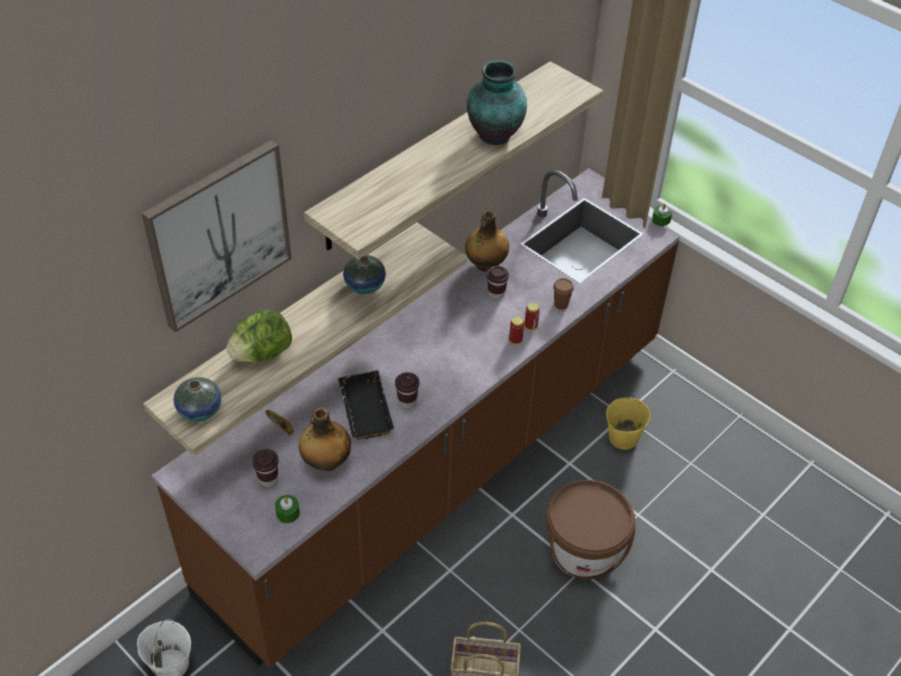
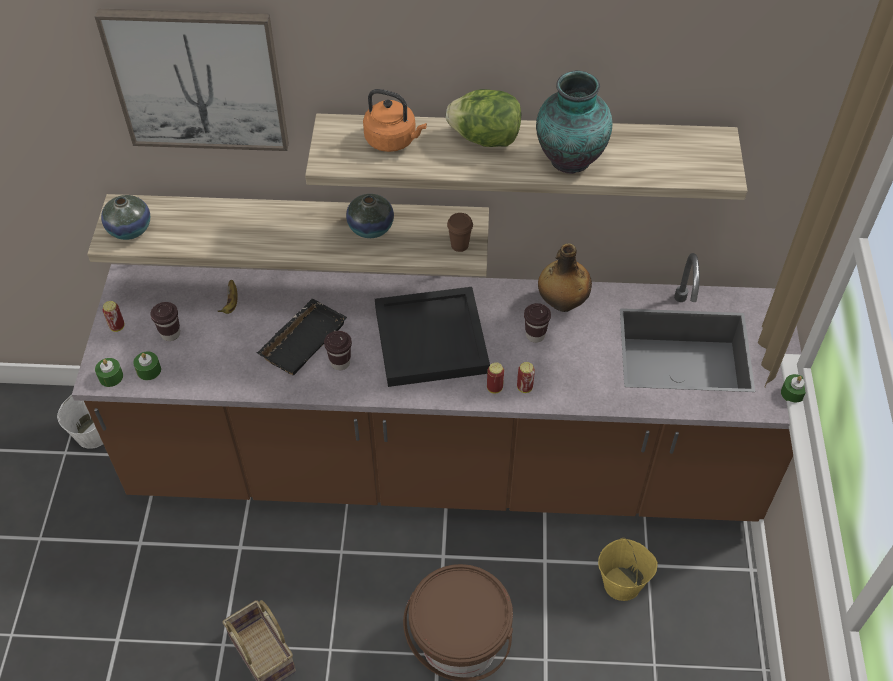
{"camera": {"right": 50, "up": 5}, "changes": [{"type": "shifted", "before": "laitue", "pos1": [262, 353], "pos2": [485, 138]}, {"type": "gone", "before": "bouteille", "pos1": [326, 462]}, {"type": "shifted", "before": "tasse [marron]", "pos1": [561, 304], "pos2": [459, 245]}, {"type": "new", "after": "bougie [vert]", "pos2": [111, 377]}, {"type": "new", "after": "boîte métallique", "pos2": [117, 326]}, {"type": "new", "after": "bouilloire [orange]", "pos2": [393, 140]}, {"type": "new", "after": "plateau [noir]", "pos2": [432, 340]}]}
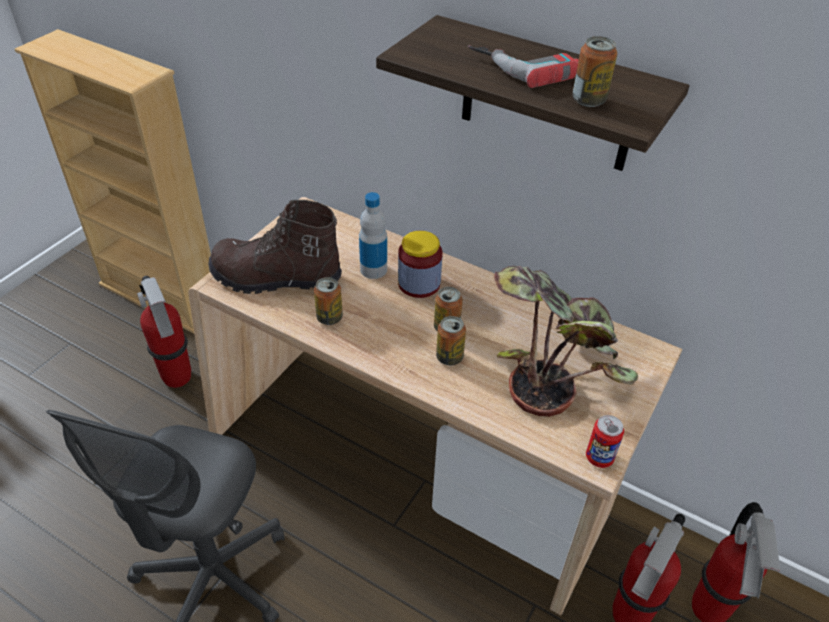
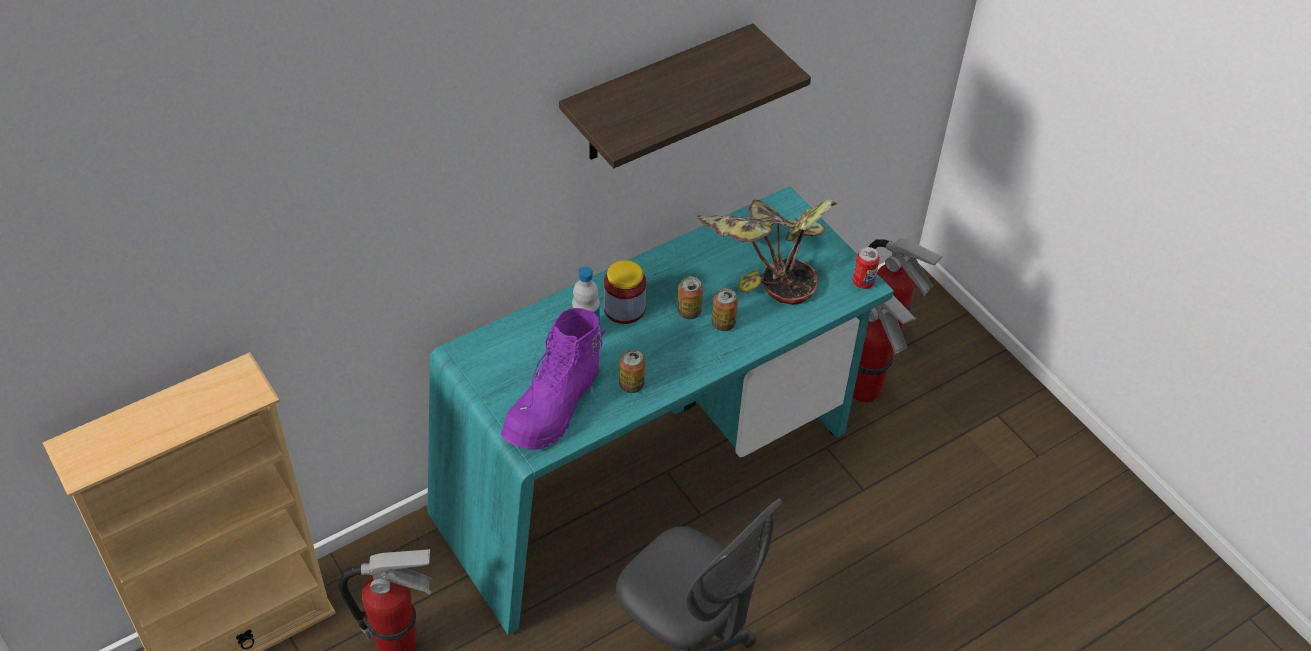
{"camera": {"right": -65, "up": 5}, "changes": [{"type": "repainted", "before": "bureau [beige]", "after": "bureau [turquoise]", "pos1": [409, 470], "pos2": [648, 479]}, {"type": "repainted", "before": "botte [marron]", "after": "botte [violet]", "pos1": [275, 278], "pos2": [554, 407]}, {"type": "gone", "before": "perceuse", "pos1": [530, 65]}, {"type": "gone", "before": "boîte métallique", "pos1": [588, 100]}]}
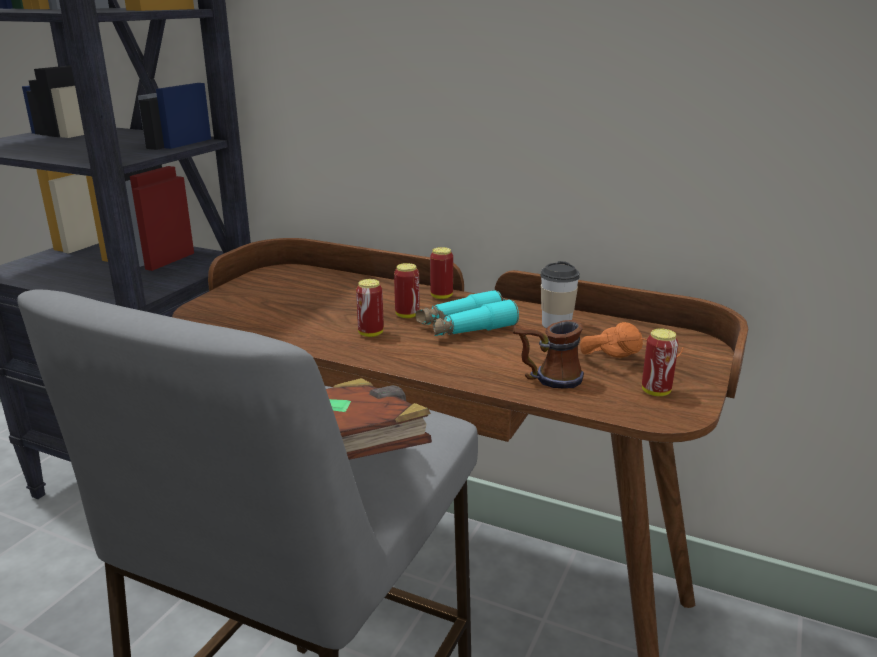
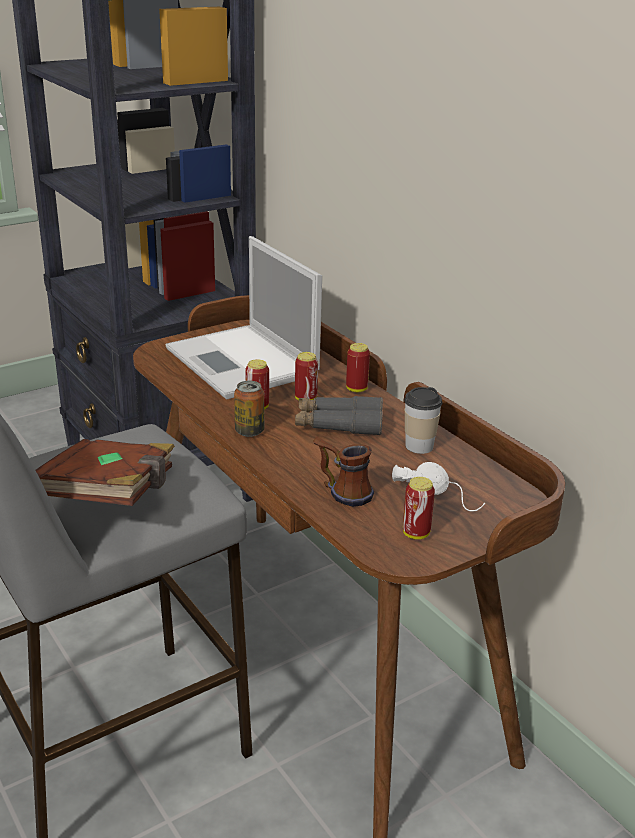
{"camera": {"right": 30, "up": 5}, "changes": [{"type": "repainted", "before": "jumelles [turquoise]", "after": "jumelles [gris]", "pos1": [465, 327], "pos2": [338, 424]}, {"type": "repainted", "before": "casque audio [orange]", "after": "casque audio [blanc]", "pos1": [627, 357], "pos2": [437, 496]}, {"type": "new", "after": "ordinateur portable", "pos2": [243, 363]}, {"type": "new", "after": "boîte métallique", "pos2": [249, 431]}]}
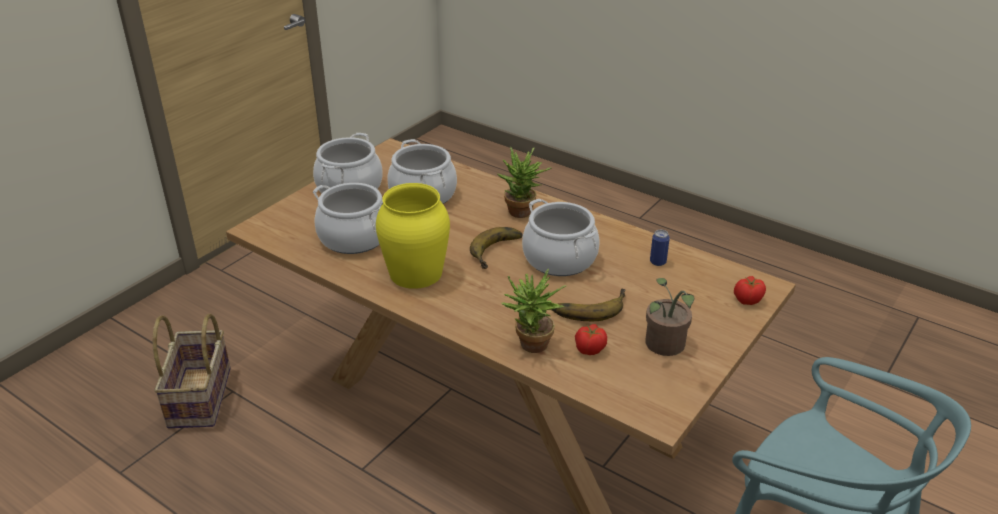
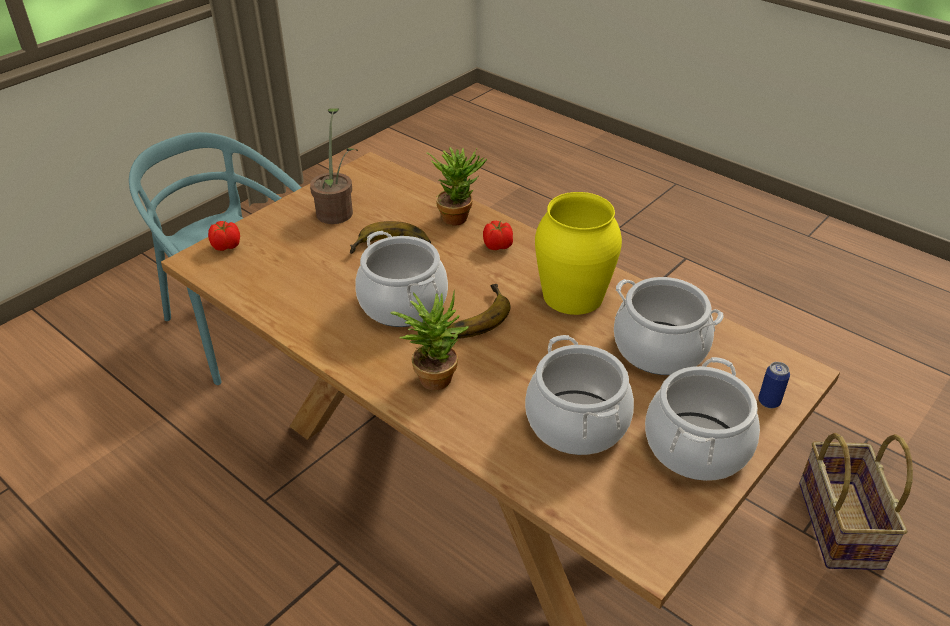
{"camera": {"right": -175, "up": 5}, "changes": [{"type": "shifted", "before": "tomate", "pos1": [589, 349], "pos2": [498, 246]}, {"type": "shifted", "before": "boîte métallique", "pos1": [658, 262], "pos2": [769, 401]}]}
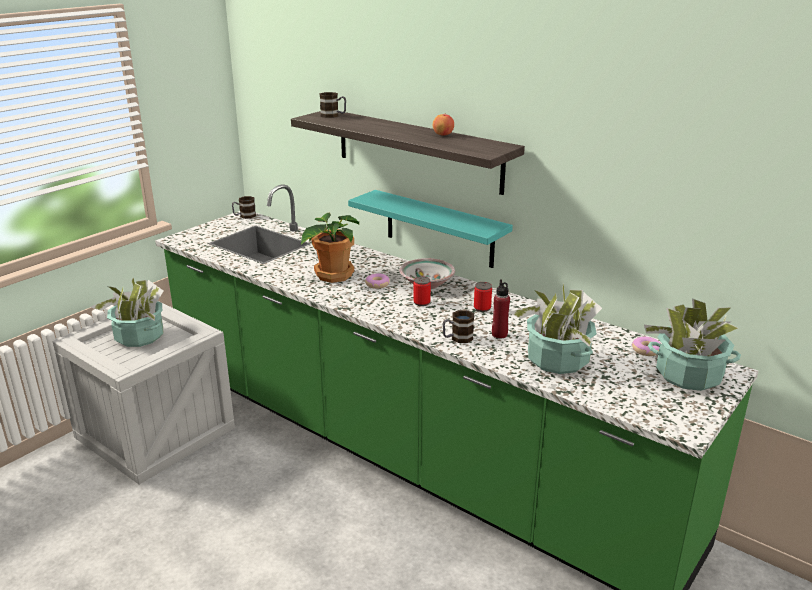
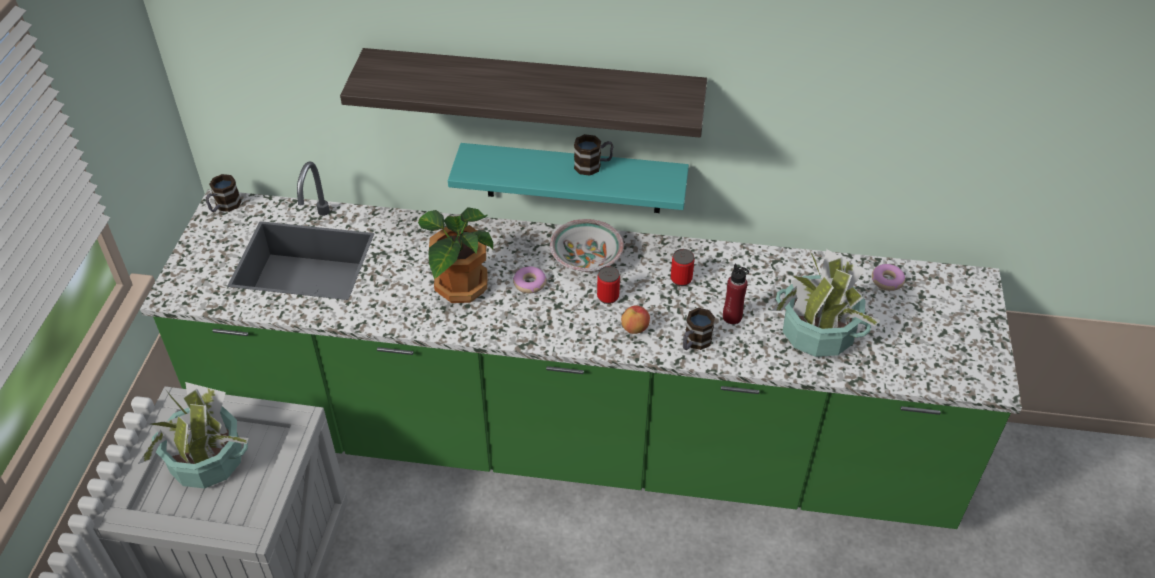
{"camera": {"right": -30, "up": 20}, "changes": [{"type": "shifted", "before": "mug", "pos1": [333, 116], "pos2": [593, 166]}, {"type": "shifted", "before": "pomme", "pos1": [443, 134], "pos2": [635, 328]}, {"type": "gone", "before": "plante en pot", "pos1": [688, 375]}]}
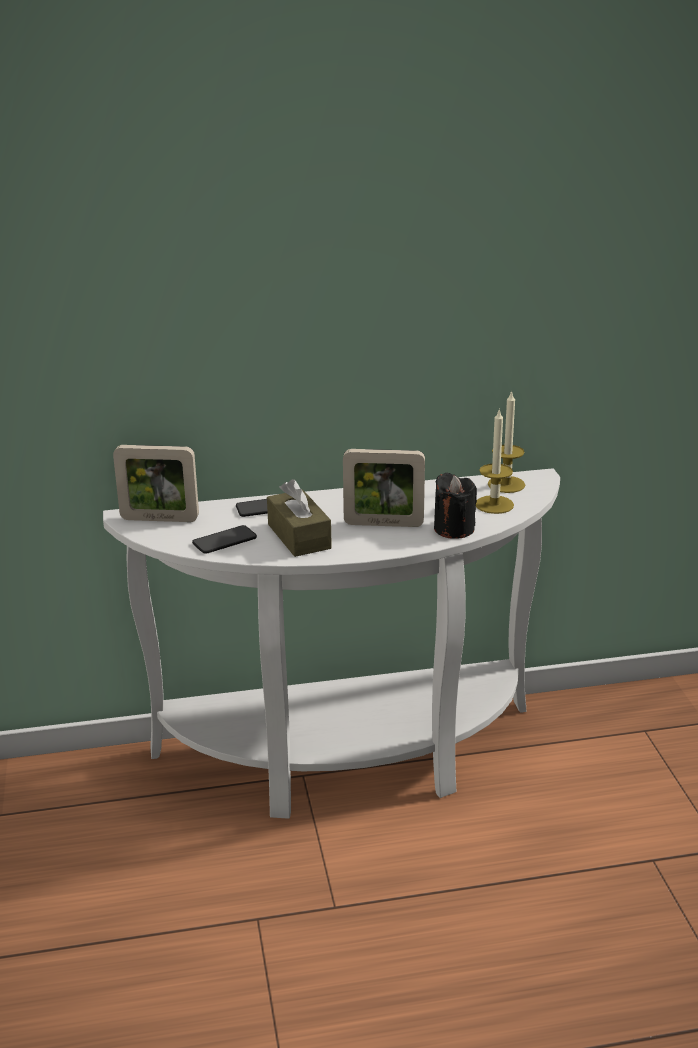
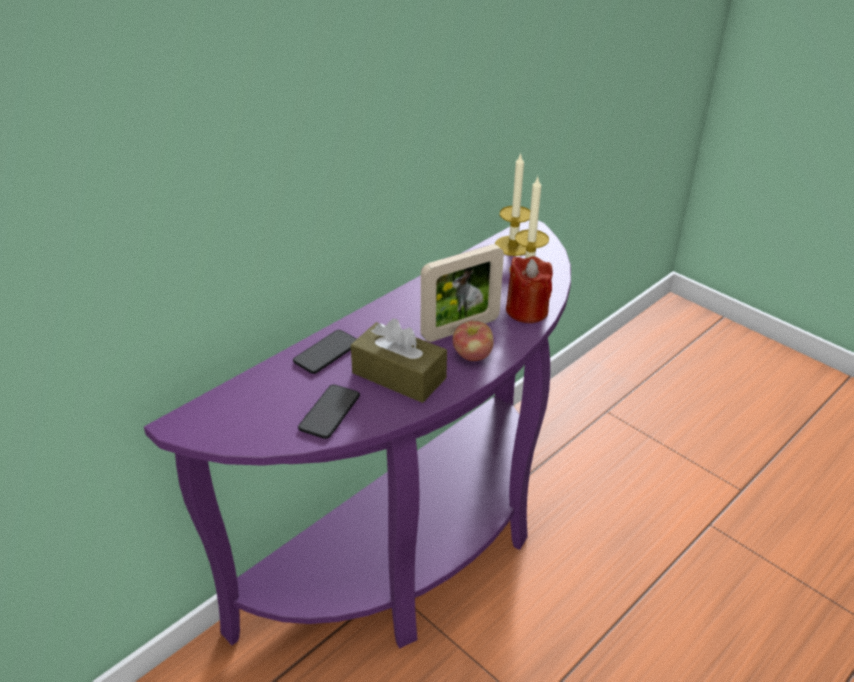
{"camera": {"right": -35, "up": 10}, "changes": [{"type": "repainted", "before": "table console [blanc]", "after": "table console [violet]", "pos1": [349, 760], "pos2": [416, 549]}, {"type": "gone", "before": "cadre photo", "pos1": [159, 519]}, {"type": "repainted", "before": "bougie [noir]", "after": "bougie [rouge]", "pos1": [454, 529], "pos2": [527, 310]}, {"type": "new", "after": "pomme", "pos2": [472, 356]}]}
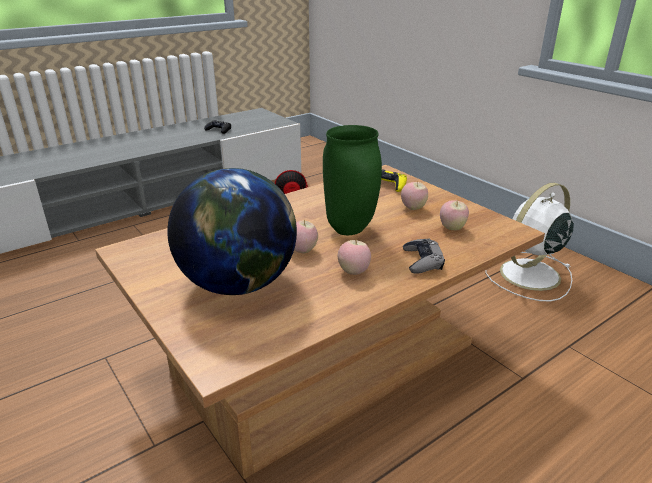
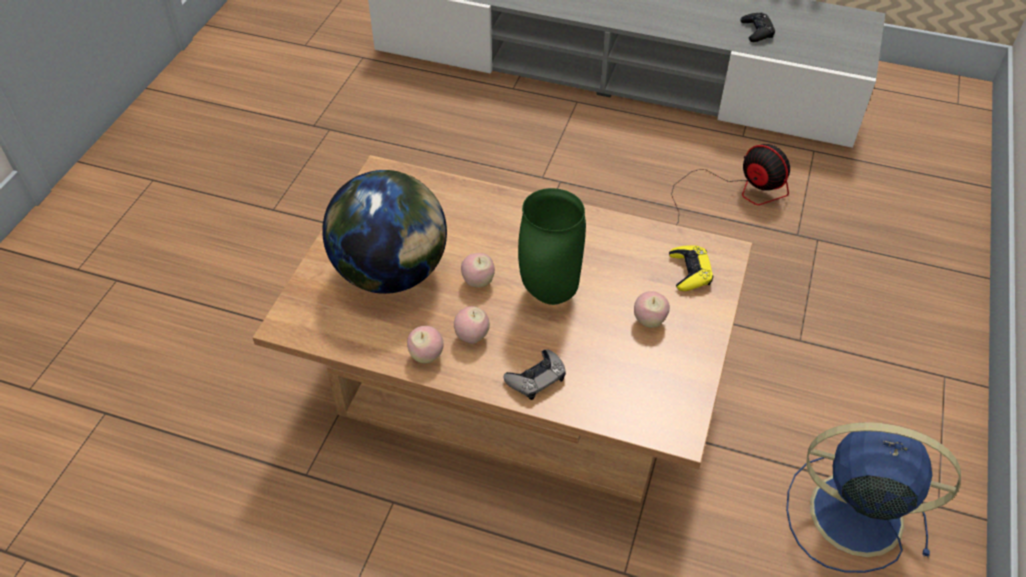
{"camera": {"right": 55, "up": 20}, "changes": [{"type": "shifted", "before": "pomme", "pos1": [452, 228], "pos2": [426, 356]}, {"type": "repainted", "before": "ventilateur [blanc]", "after": "ventilateur [bleu]", "pos1": [528, 275], "pos2": [851, 513]}]}
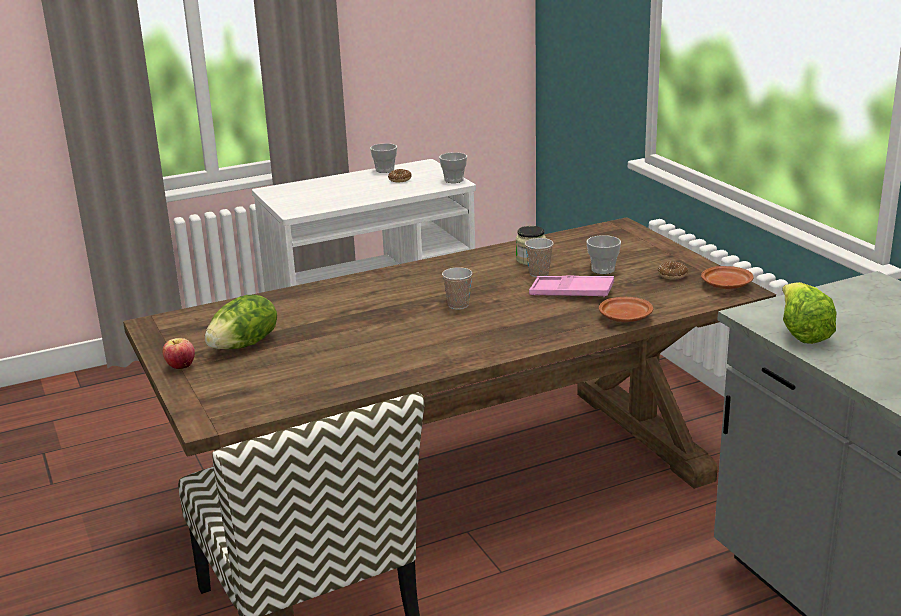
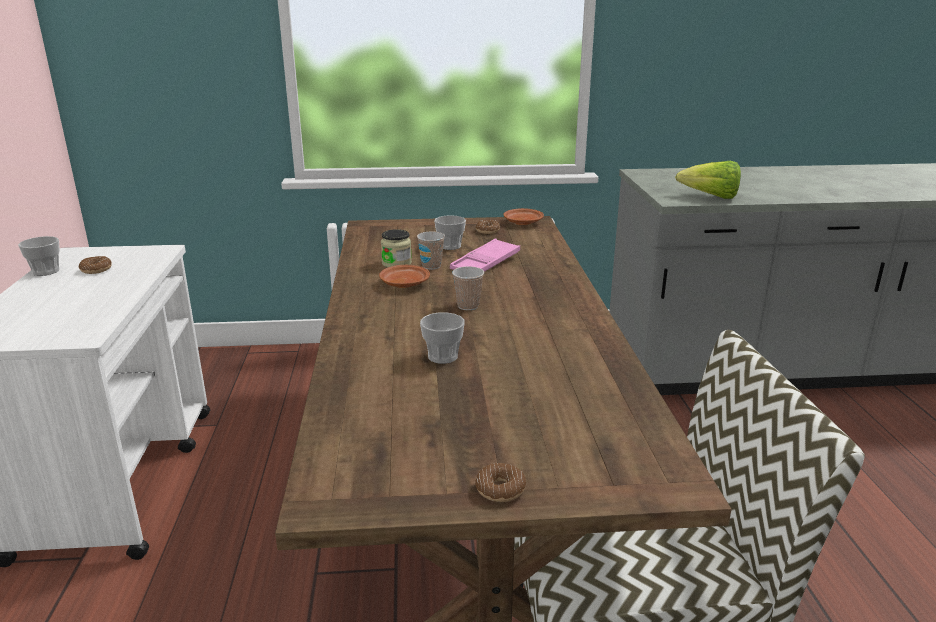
{"camera": {"right": -70, "up": 0}, "changes": [{"type": "swapped", "before": "pomme", "after": "beignet", "pos1": [180, 367], "pos2": [500, 489]}, {"type": "gone", "before": "laitue", "pos1": [245, 345]}, {"type": "shifted", "before": "tasse", "pos1": [454, 180], "pos2": [442, 356]}, {"type": "shifted", "before": "assiette [marron]", "pos1": [625, 318], "pos2": [404, 284]}]}
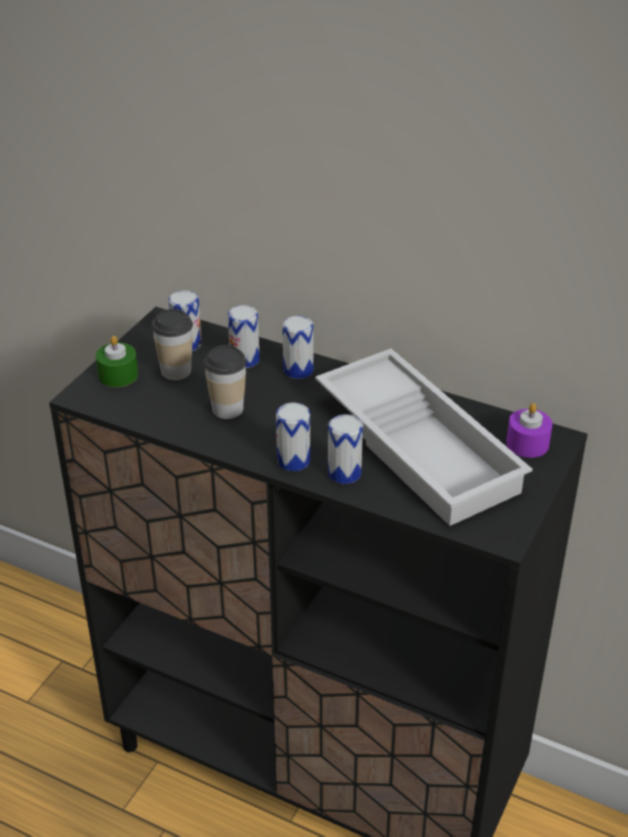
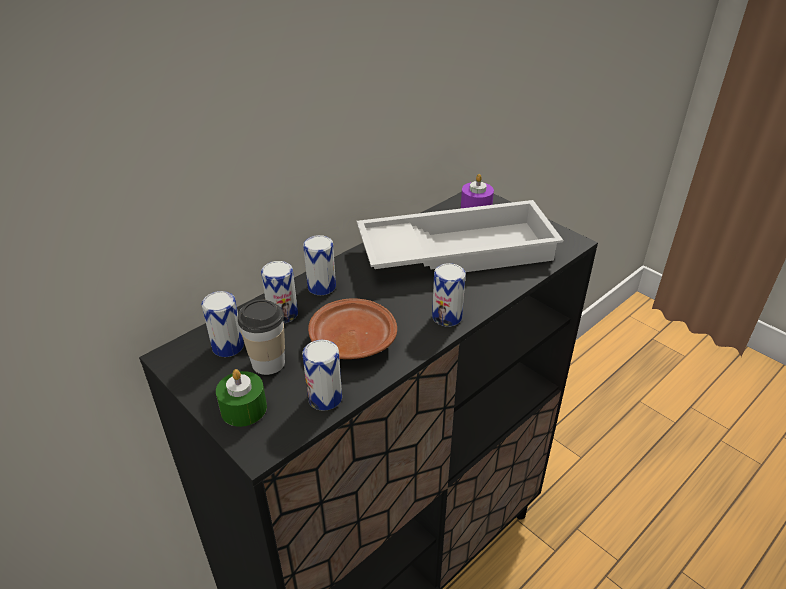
{"camera": {"right": -70, "up": 0}, "changes": [{"type": "swapped", "before": "tasse", "after": "assiette [marron]", "pos1": [227, 409], "pos2": [352, 340]}, {"type": "shifted", "before": "boîte métallique", "pos1": [344, 473], "pos2": [325, 398]}]}
